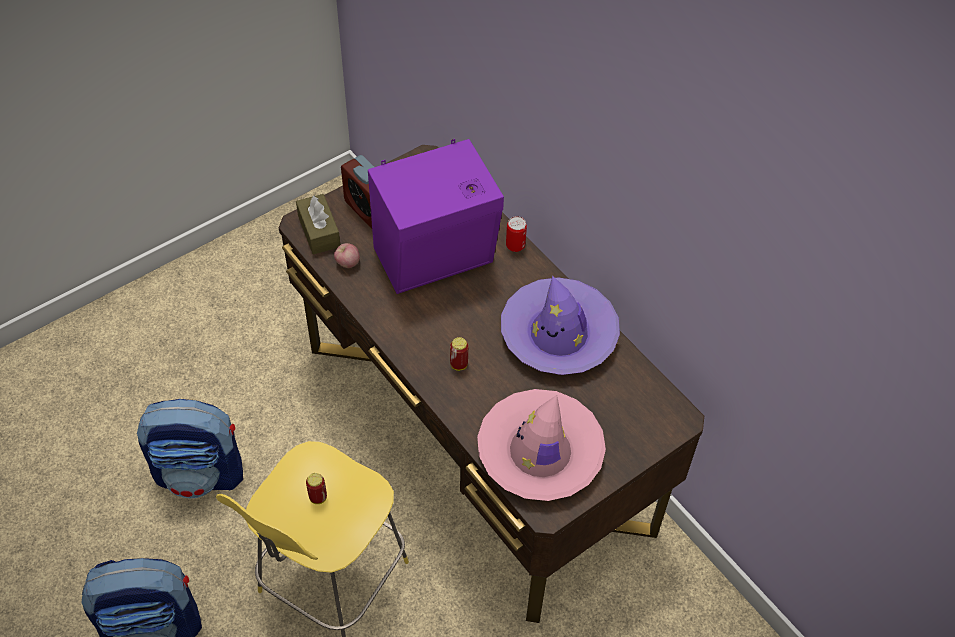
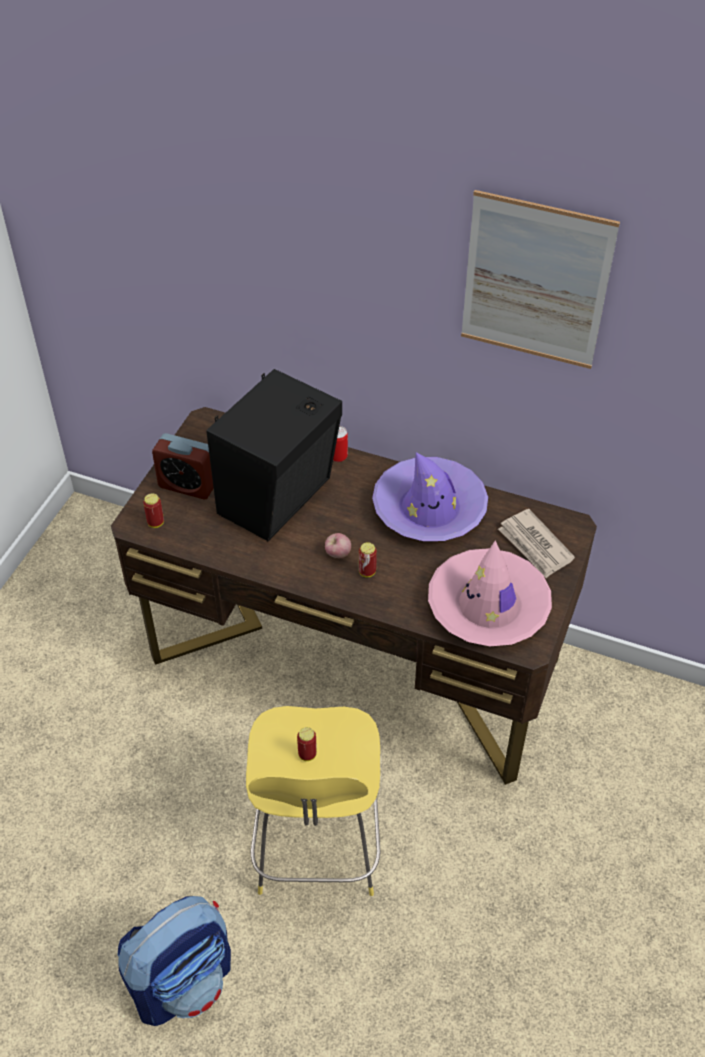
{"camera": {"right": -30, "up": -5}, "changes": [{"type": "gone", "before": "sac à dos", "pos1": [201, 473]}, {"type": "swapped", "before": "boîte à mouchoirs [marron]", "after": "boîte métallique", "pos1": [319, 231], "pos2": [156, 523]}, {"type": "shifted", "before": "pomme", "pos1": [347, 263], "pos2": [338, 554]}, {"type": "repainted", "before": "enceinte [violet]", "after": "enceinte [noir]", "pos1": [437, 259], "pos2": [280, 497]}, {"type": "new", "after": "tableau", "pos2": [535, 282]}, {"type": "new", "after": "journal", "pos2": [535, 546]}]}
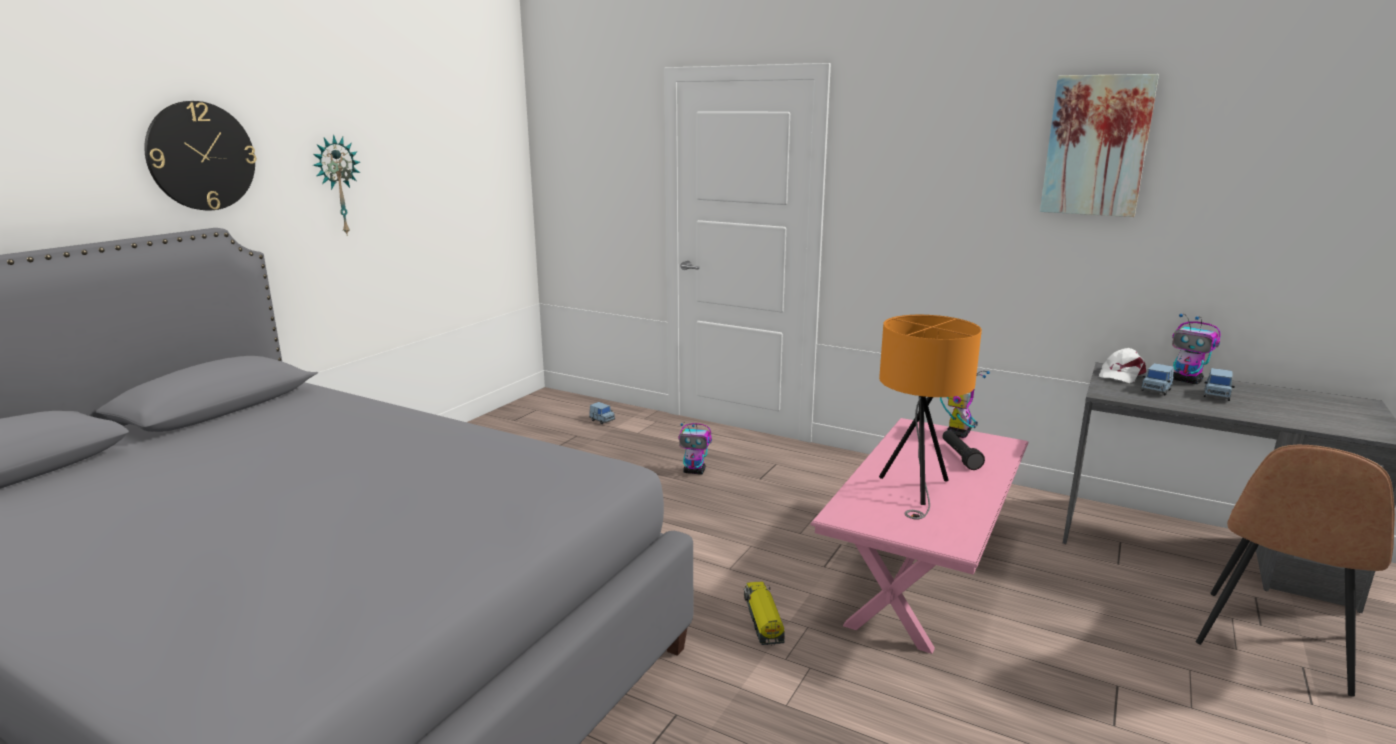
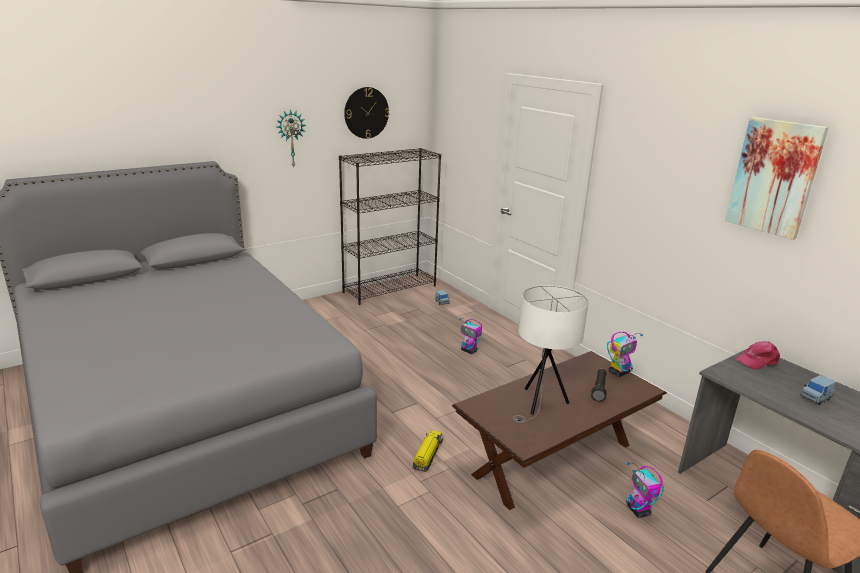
{"camera": {"right": 25, "up": 5}, "changes": [{"type": "shifted", "before": "horloge murale", "pos1": [201, 156], "pos2": [366, 113]}, {"type": "repainted", "before": "table basse [rose]", "after": "table basse [marron]", "pos1": [921, 572], "pos2": [553, 459]}, {"type": "repainted", "before": "lampe de table [orange]", "after": "lampe de table [blanc]", "pos1": [916, 491], "pos2": [539, 404]}, {"type": "repainted", "before": "casquette [blanc]", "after": "casquette [rose]", "pos1": [1120, 374], "pos2": [757, 360]}, {"type": "gone", "before": "petite voiture [bleu]", "pos1": [1156, 390]}, {"type": "shifted", "before": "robot jouet", "pos1": [1187, 381], "pos2": [638, 511]}, {"type": "new", "after": "bibliothèque [noir]", "pos2": [390, 289]}]}
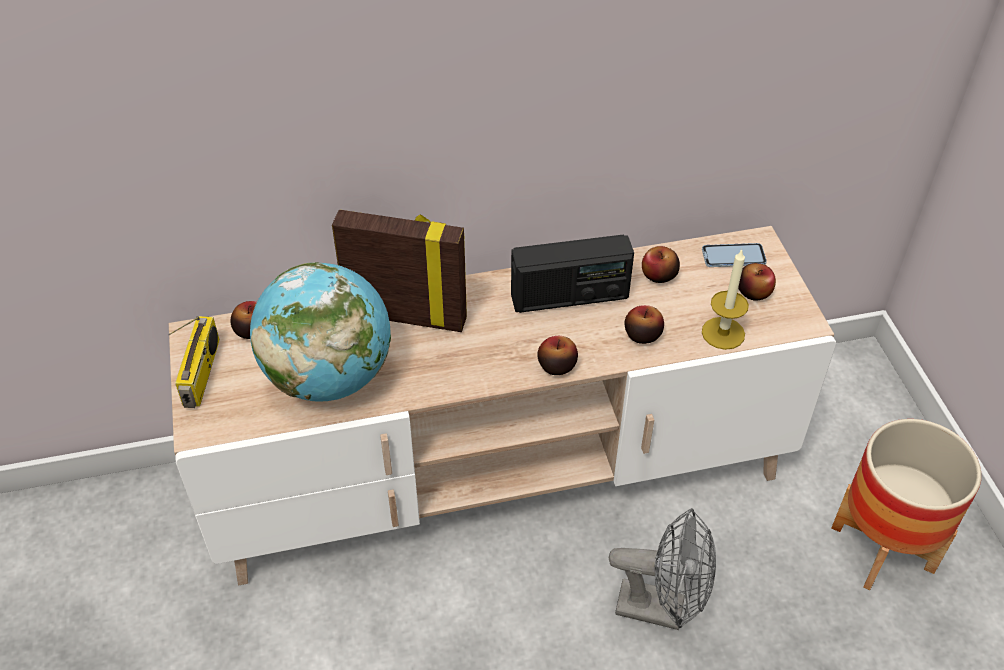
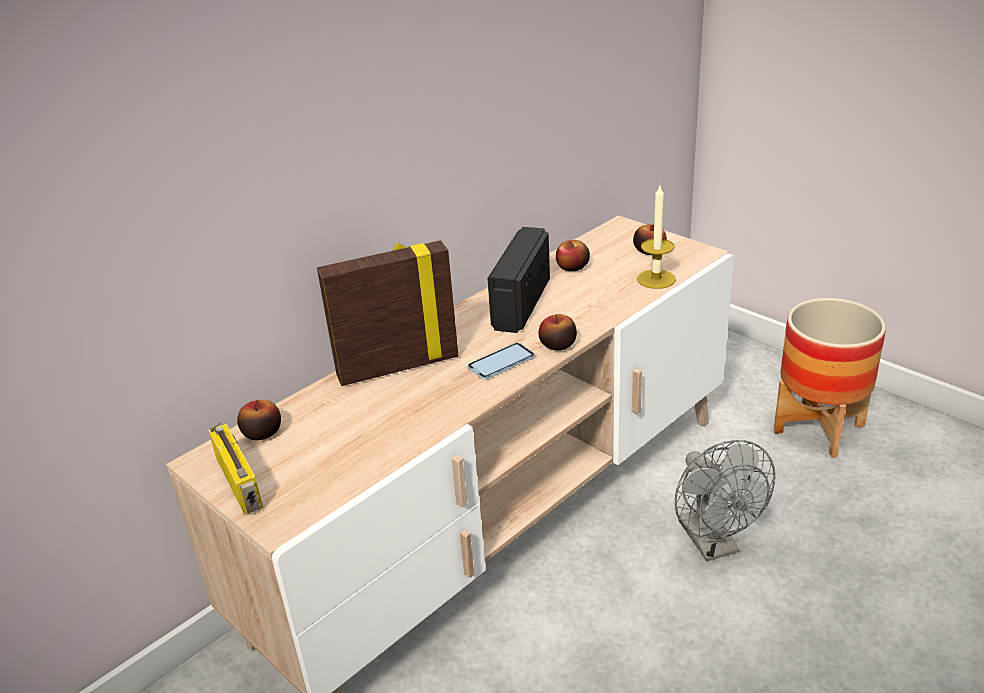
{"camera": {"right": -30, "up": -15}, "changes": [{"type": "gone", "before": "globe", "pos1": [329, 377]}, {"type": "rotated", "before": "radio", "pos1": [570, 297], "pos2": [520, 303], "turn": 150}, {"type": "rotated", "before": "ventilateur [gris]", "pos1": [661, 608], "pos2": [714, 544], "turn": 90}, {"type": "gone", "before": "pomme", "pos1": [642, 335]}, {"type": "shifted", "before": "téléphone", "pos1": [733, 256], "pos2": [501, 362]}]}
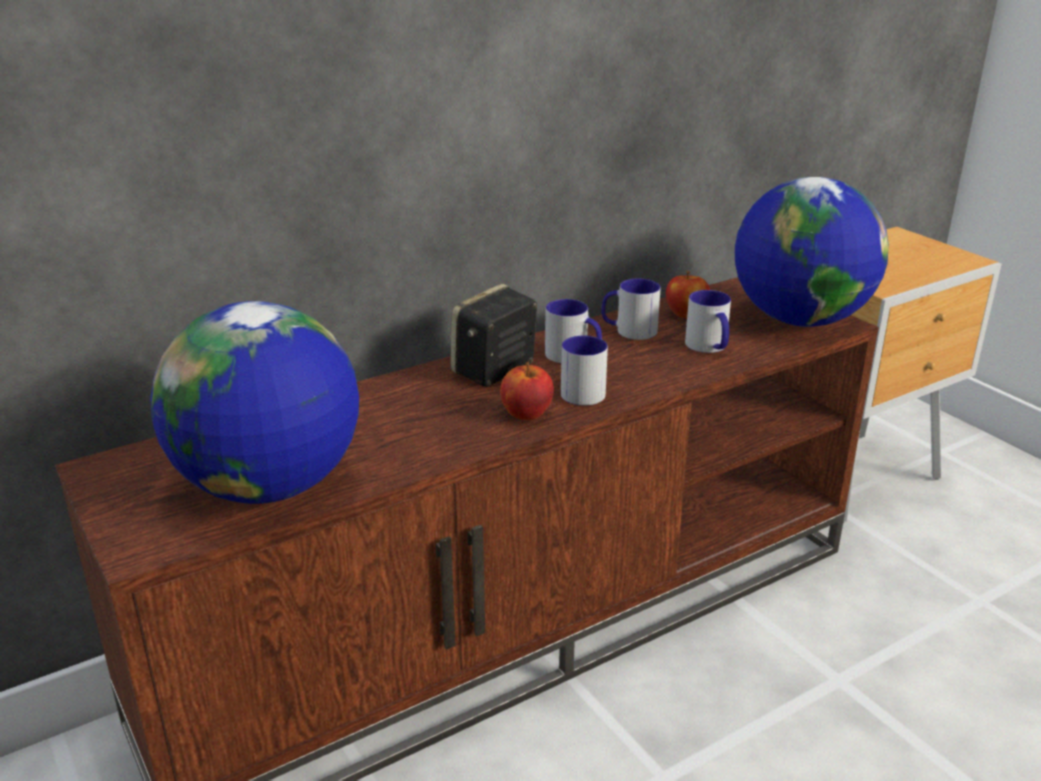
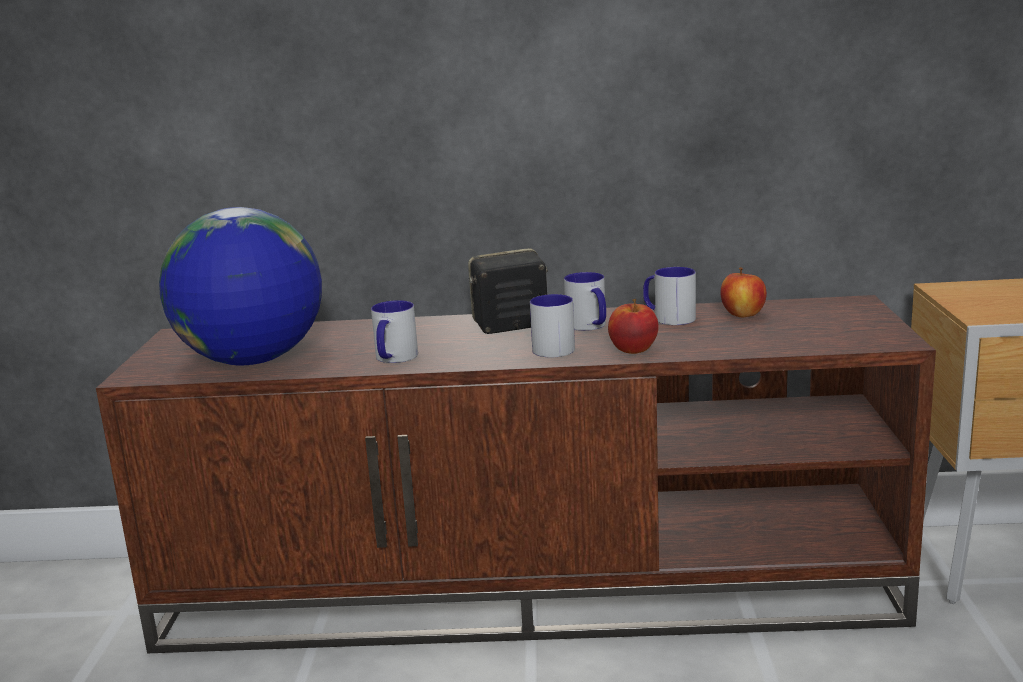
{"camera": {"right": 35, "up": -10}, "changes": [{"type": "shifted", "before": "pomme", "pos1": [526, 414], "pos2": [633, 350]}, {"type": "shifted", "before": "mug", "pos1": [709, 347], "pos2": [393, 359]}, {"type": "gone", "before": "globe", "pos1": [800, 319]}]}
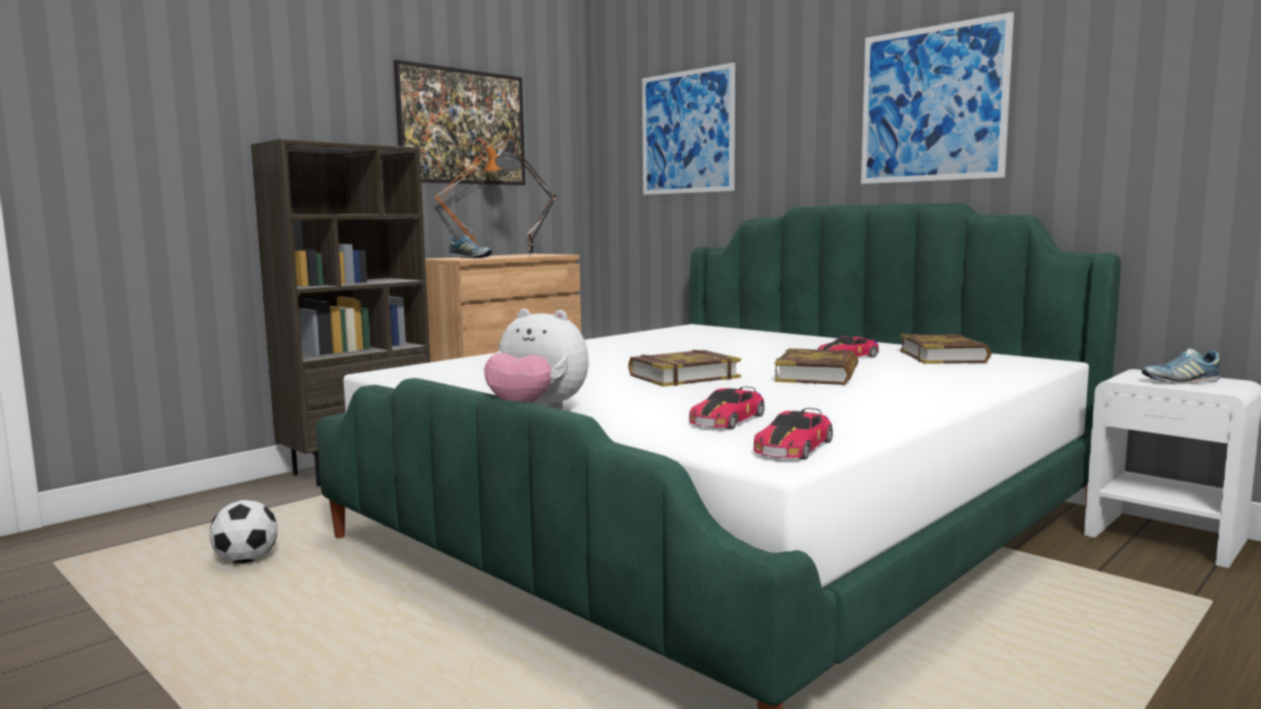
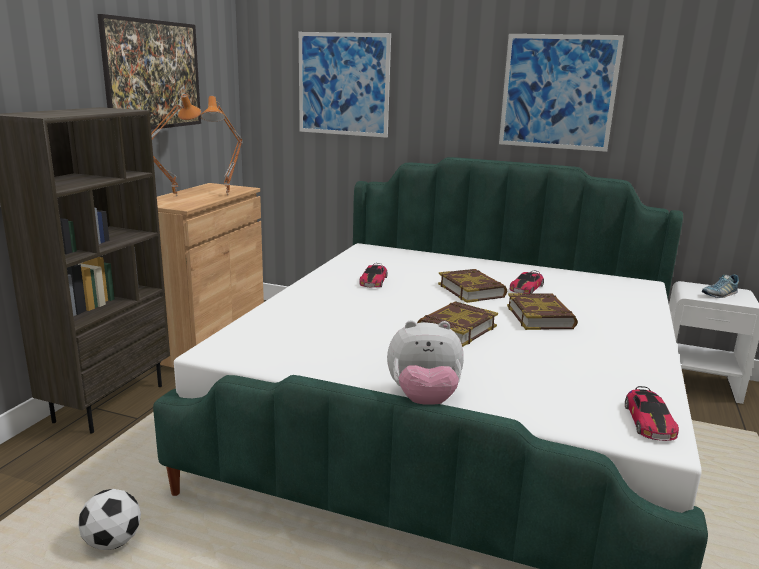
{"camera": {"right": -25, "up": 10}, "changes": [{"type": "gone", "before": "chaussure", "pos1": [470, 258]}, {"type": "repainted", "before": "lampe de table [noir]", "after": "lampe de table [orange]", "pos1": [531, 256], "pos2": [229, 195]}, {"type": "shifted", "before": "petite voiture", "pos1": [728, 420], "pos2": [373, 281]}, {"type": "shifted", "before": "livre", "pos1": [943, 356], "pos2": [471, 290]}]}
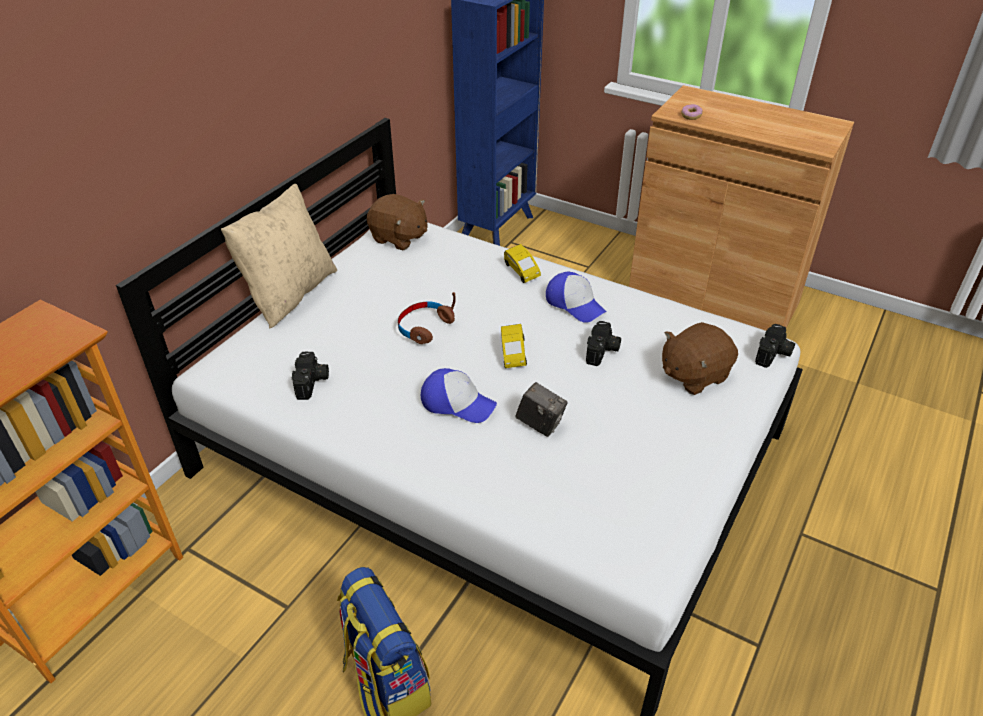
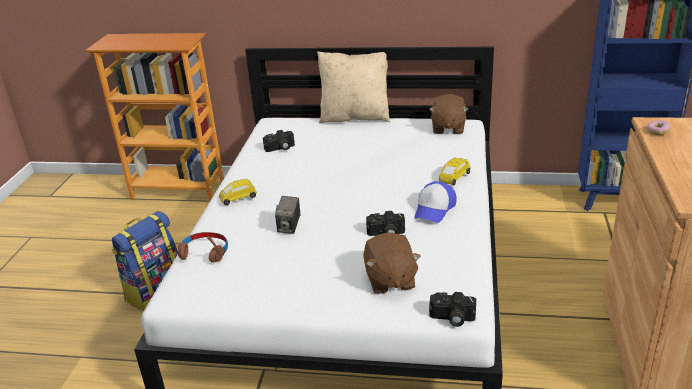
{"camera": {"right": 70, "up": -10}, "changes": [{"type": "shifted", "before": "casque audio [marron]", "pos1": [424, 327], "pos2": [205, 252]}, {"type": "gone", "before": "casquette", "pos1": [457, 403]}, {"type": "shifted", "before": "petite voiture [jaune]", "pos1": [512, 354], "pos2": [238, 199]}, {"type": "rotated", "before": "peluche [marron]", "pos1": [693, 375], "pos2": [390, 280], "turn": -135}]}
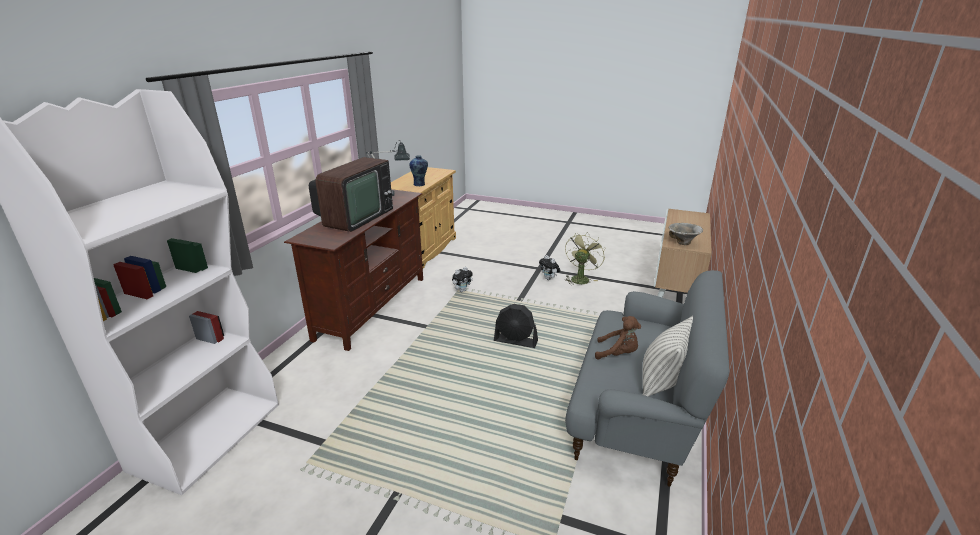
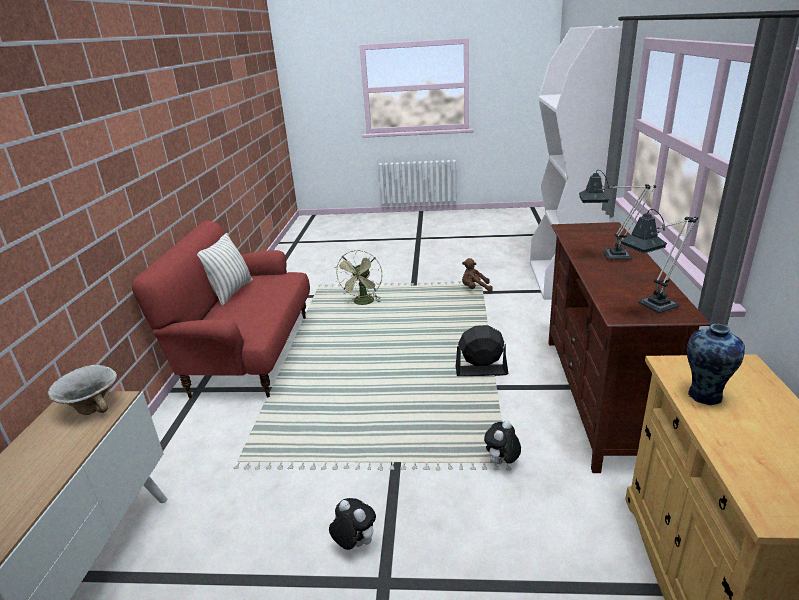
{"camera": {"right": 165, "up": 0}, "changes": [{"type": "swapped", "before": "téléviseur", "after": "lampe de table", "pos1": [355, 217], "pos2": [609, 256]}, {"type": "shifted", "before": "ventilateur [noir]", "pos1": [516, 341], "pos2": [481, 371]}, {"type": "shifted", "before": "ventilateur [vert]", "pos1": [580, 278], "pos2": [363, 303]}, {"type": "repainted", "before": "canapé [gris]", "after": "canapé [rouge]", "pos1": [636, 412], "pos2": [249, 354]}, {"type": "shifted", "before": "peluche [marron]", "pos1": [618, 354], "pos2": [475, 289]}]}
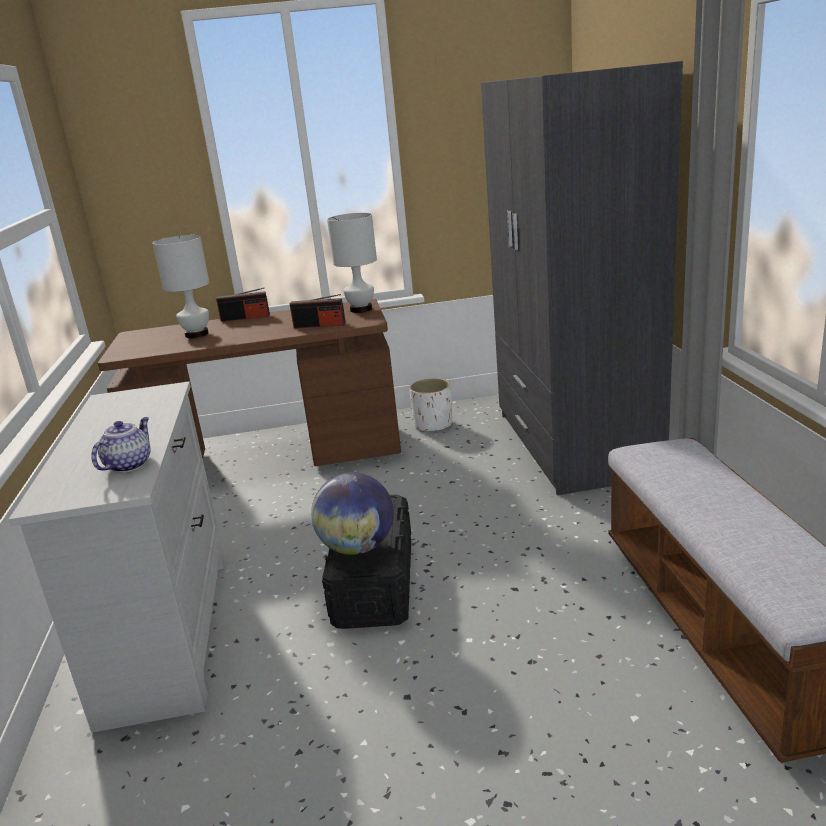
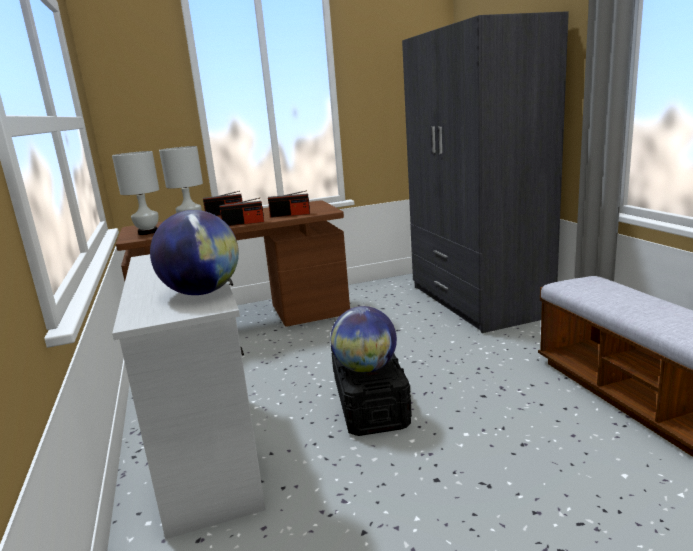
{"camera": {"right": -10, "up": -5}, "changes": [{"type": "swapped", "before": "théière", "after": "globe", "pos1": [129, 464], "pos2": [202, 292]}, {"type": "shifted", "before": "lampe de table [blanc]", "pos1": [361, 309], "pos2": [148, 232]}, {"type": "gone", "before": "cache-pot [blanc]", "pos1": [433, 425]}, {"type": "new", "after": "radio", "pos2": [243, 223]}]}
